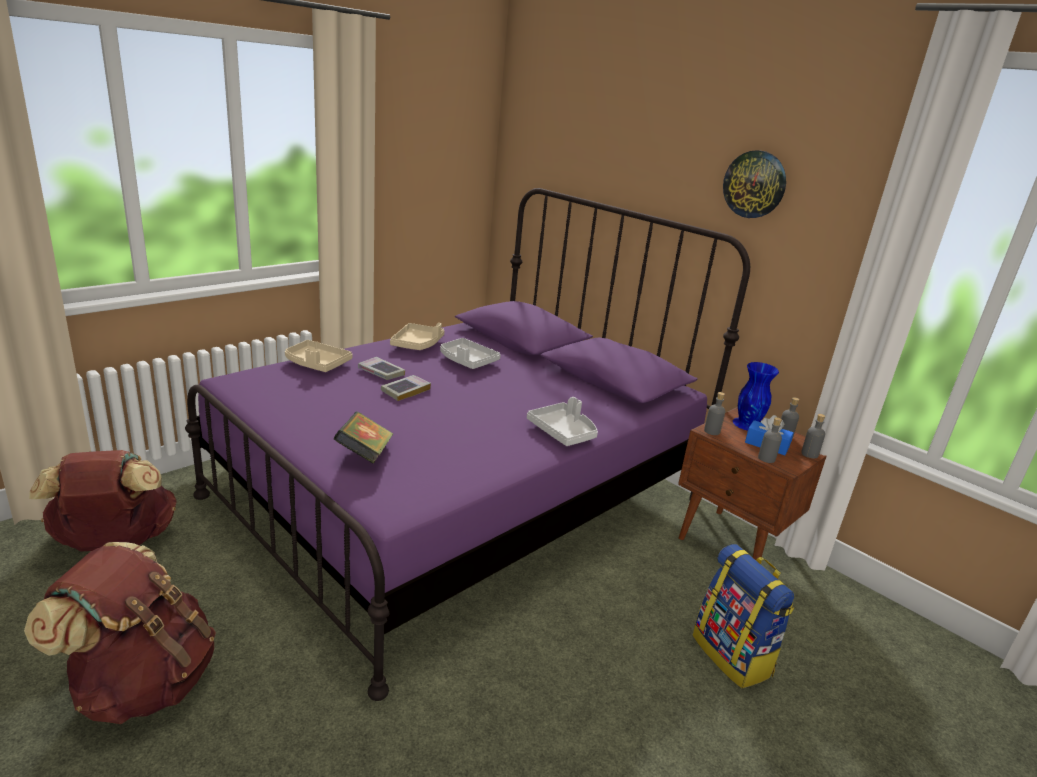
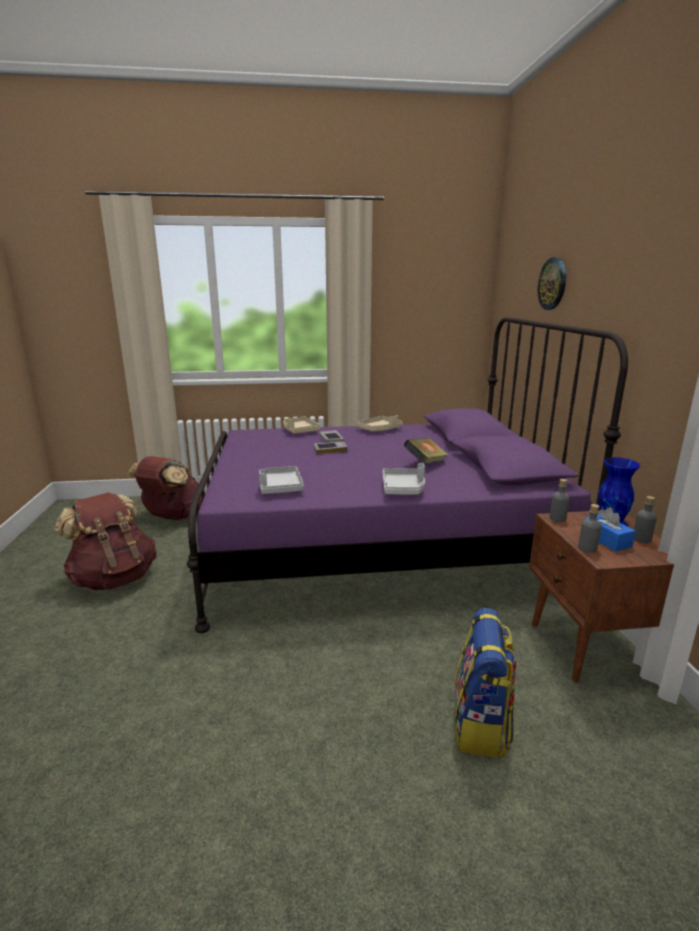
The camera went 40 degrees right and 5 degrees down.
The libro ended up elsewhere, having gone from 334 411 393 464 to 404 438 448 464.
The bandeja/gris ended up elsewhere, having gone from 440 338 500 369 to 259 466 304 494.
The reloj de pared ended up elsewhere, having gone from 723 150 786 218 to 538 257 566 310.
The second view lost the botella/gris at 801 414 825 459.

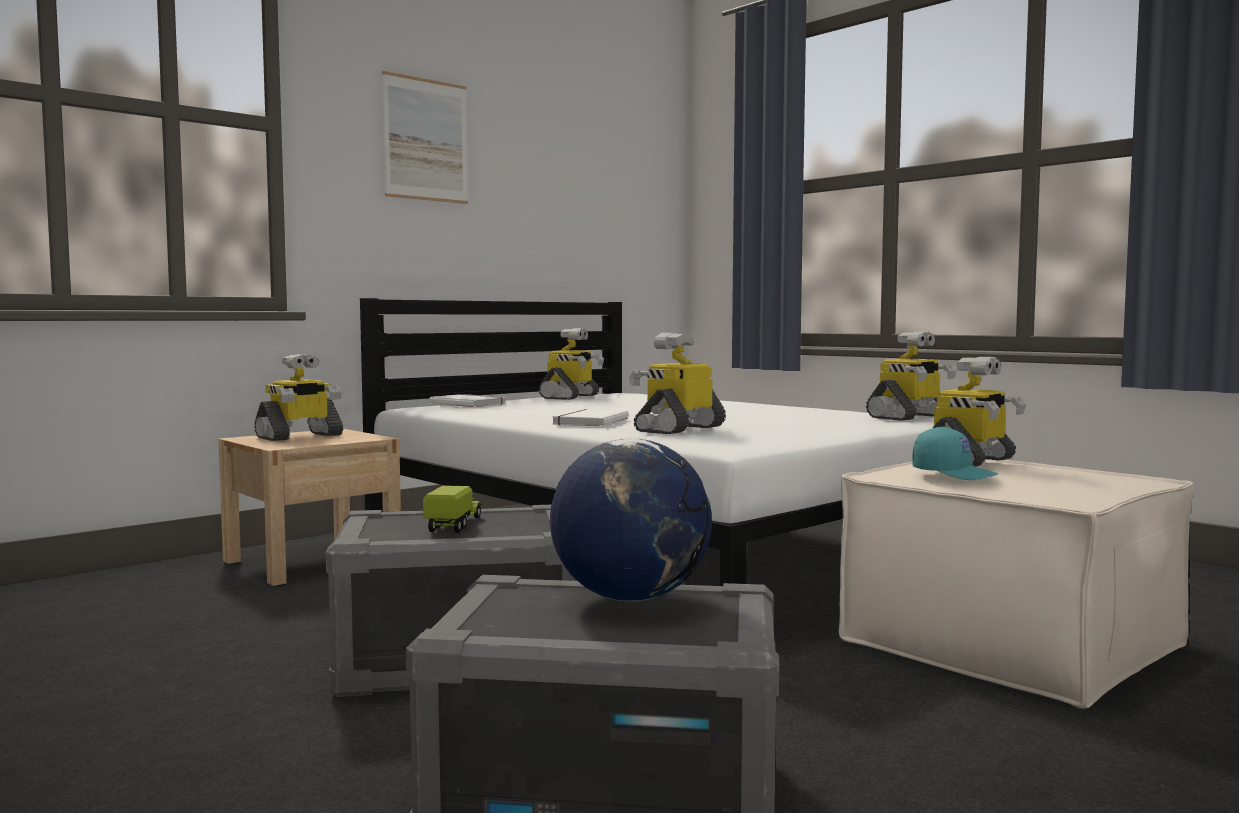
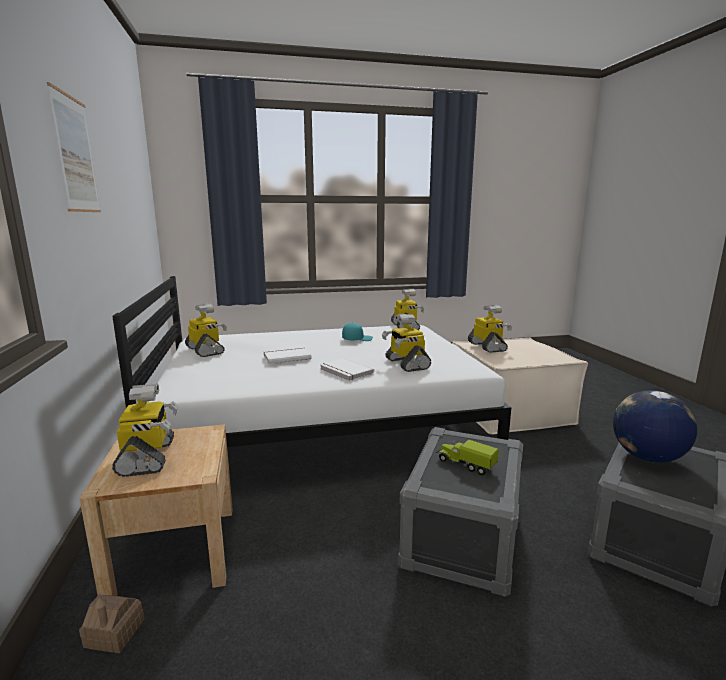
The camera went 60 degrees left and 10 degrees up.
The libro/blanco ended up elsewhere, having gone from 429 394 506 407 to 263 347 311 364.
The gorra/turquesa ended up elsewhere, having gone from 913 426 998 480 to 342 323 373 341.
The second view gained the casita at 79 595 145 653.

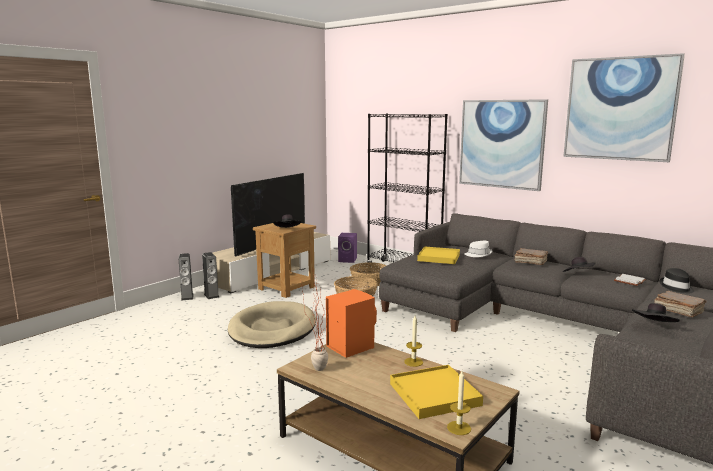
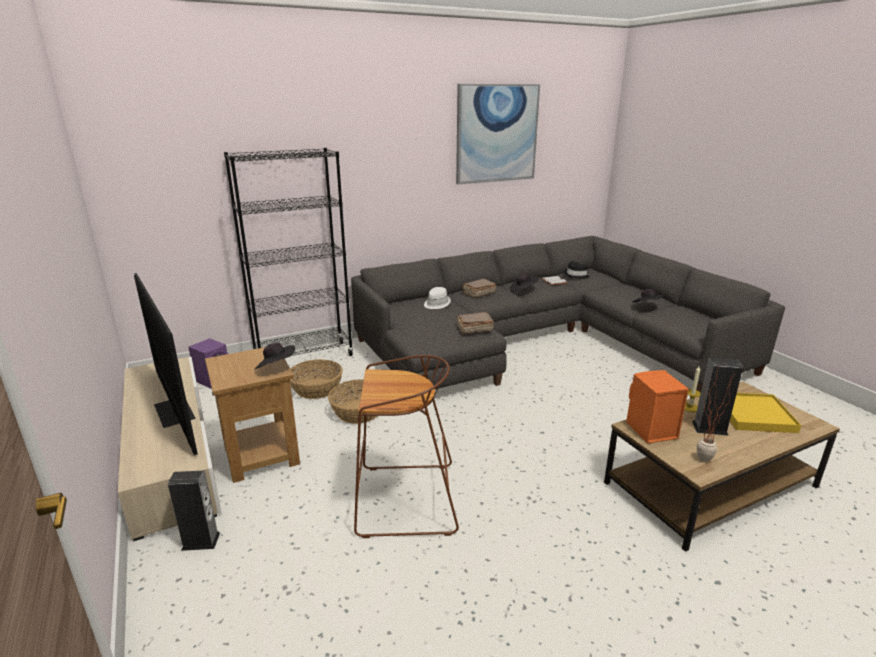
The camera went 65 degrees left and 10 degrees up.
The altavoz ended up elsewhere, having gone from 179 253 194 301 to 692 357 743 436.
Where the cama para perro/beis stood at 228 301 316 348, the taburete/marrón came to stand at 354 355 459 538.
The second view lost the bandeja/amarillo at 417 246 460 264.
The second view lost the vela at 447 371 471 435.
The second view lost the cuadro at 459 99 548 191.
The libro/marrón ended up elsewhere, having gone from 654 291 706 317 to 456 312 494 334.

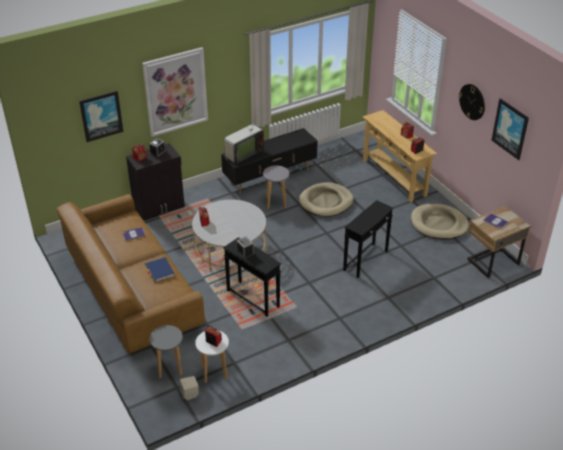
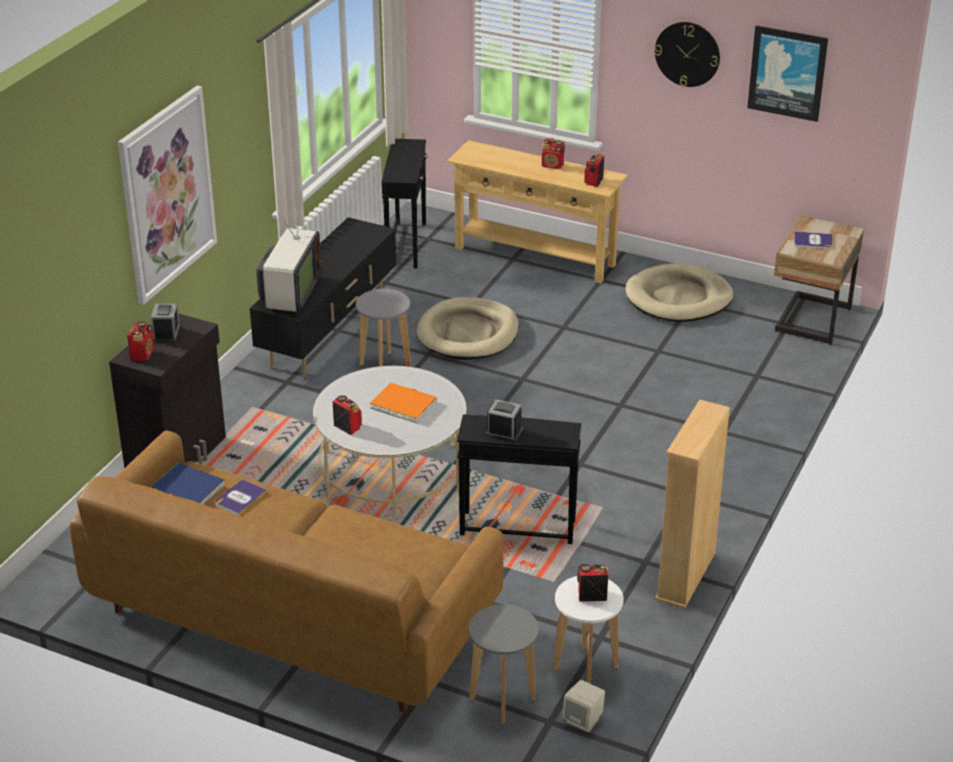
The camera went 35 degrees left and 5 degrees down.
The second view lost the cuadro at 79 91 123 142.
The libro/azul ended up elsewhere, having gone from 145 257 175 282 to 152 463 225 504.
The mesa auxiliar/negro ended up elsewhere, having gone from 343 200 394 278 to 381 139 428 268.
The second view gained the libro/naranja at 370 383 437 423.
The second view gained the estantería/beis at 655 400 730 609.

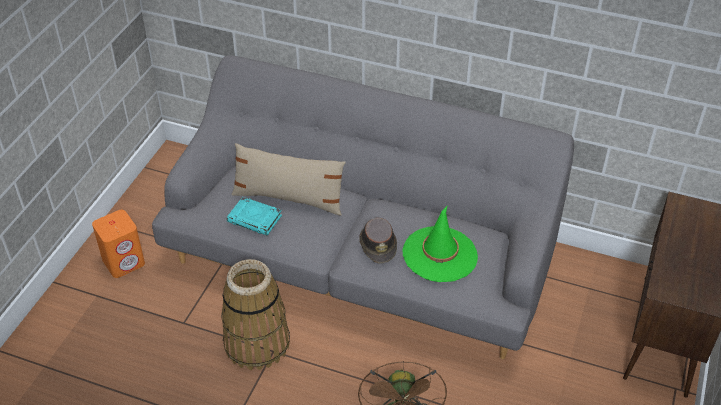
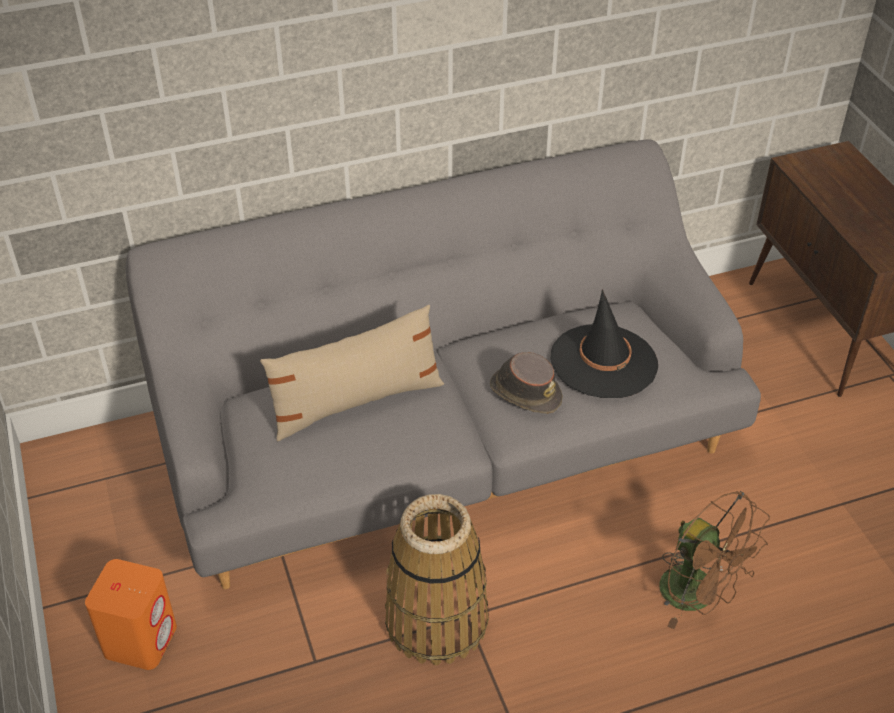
The camera went 40 degrees left and 0 degrees up.
The second view lost the libro/turquesa at 227 197 282 236.
What was the sombrero/verde at 403 205 478 282 turned into the sombrero/negro at 550 289 658 398.

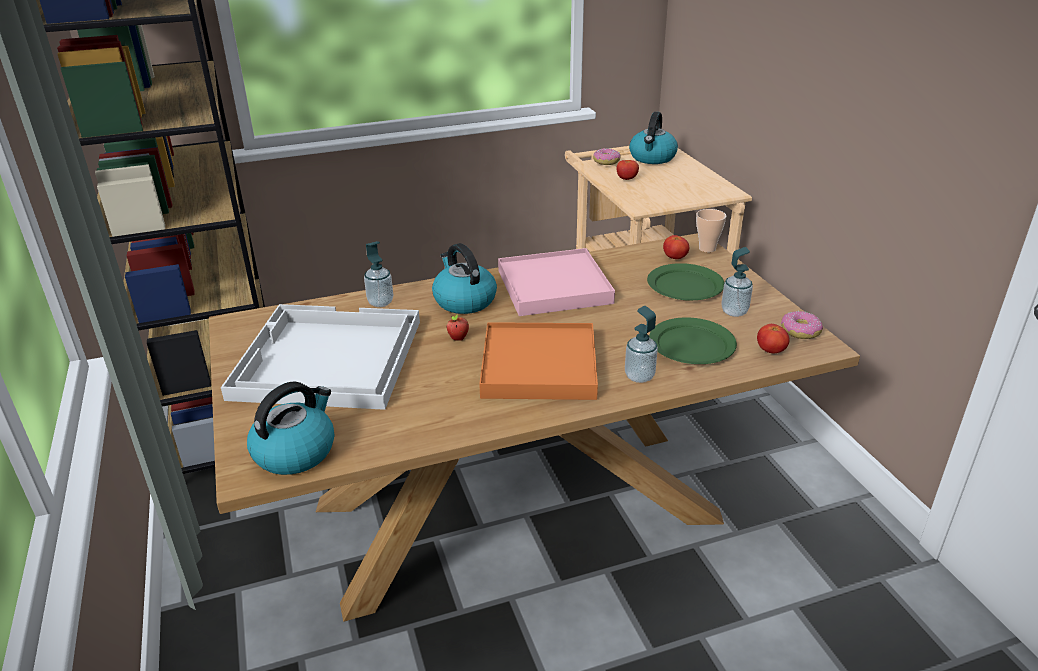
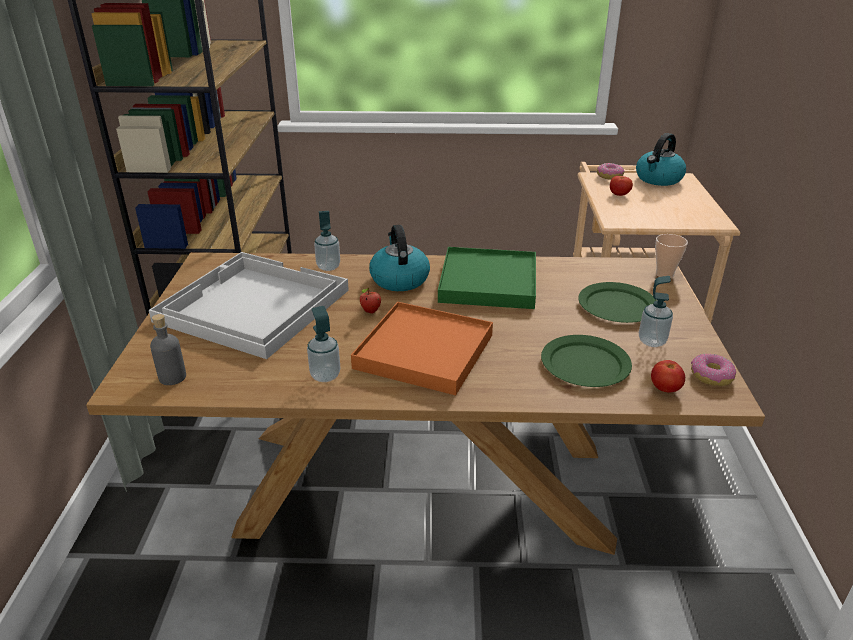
The camera went 20 degrees right and 0 degrees up.
Where the hervidor stood at 247 382 334 475, the botella/gris came to stand at 150 314 186 385.
What was the bandeja/rosa at 498 248 615 316 turned into the bandeja/verde at 438 247 536 309.
The dispensador de jabón ended up elsewhere, having gone from 625 306 658 383 to 307 306 340 382.
The second view lost the tomate at 663 235 689 259.

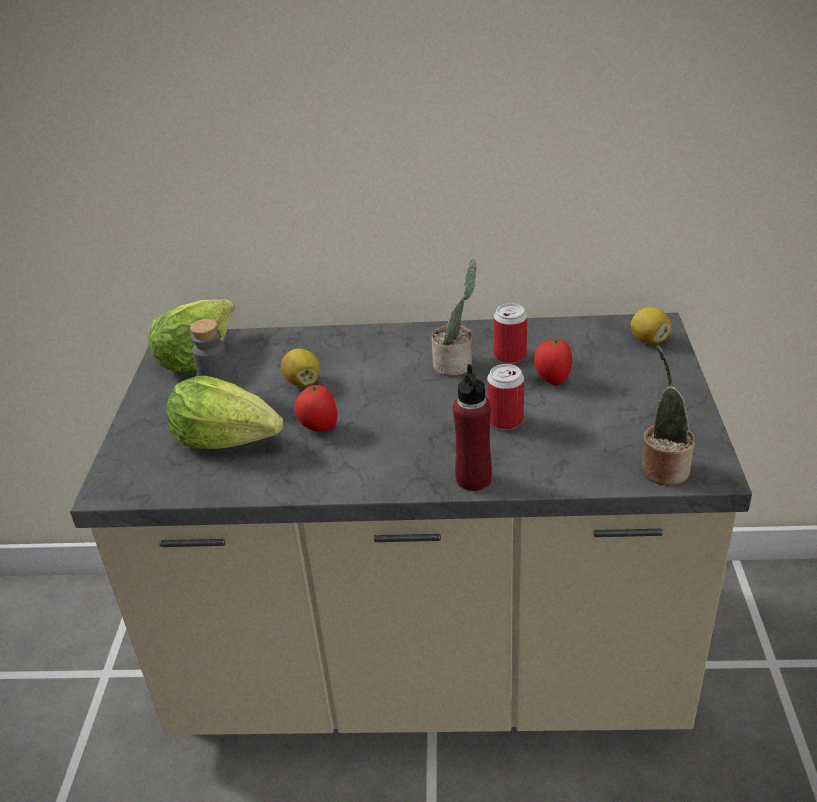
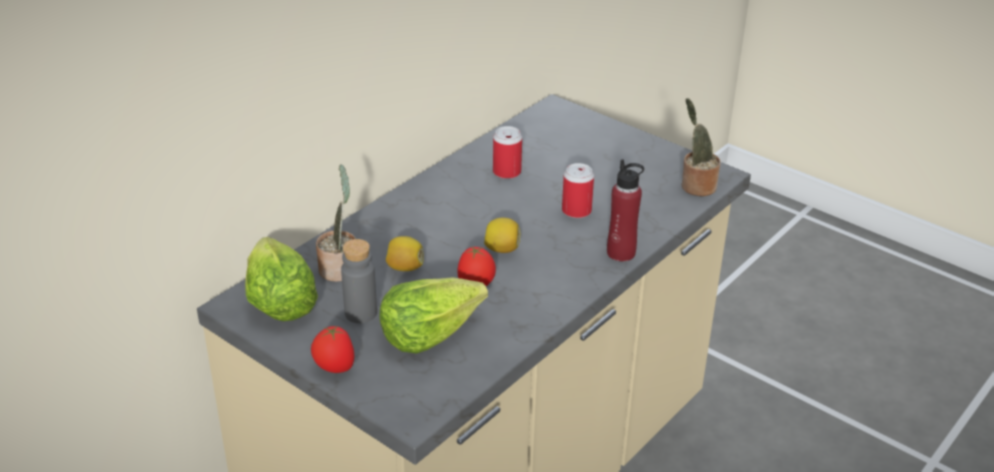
The camera went 55 degrees left and 0 degrees up.
The planta en maceta ended up elsewhere, having gone from 431 259 476 376 to 316 164 356 282.
The tomate ended up elsewhere, having gone from 534 337 572 386 to 311 326 355 373.
The limón ended up elsewhere, having gone from 631 307 672 344 to 484 218 520 253.

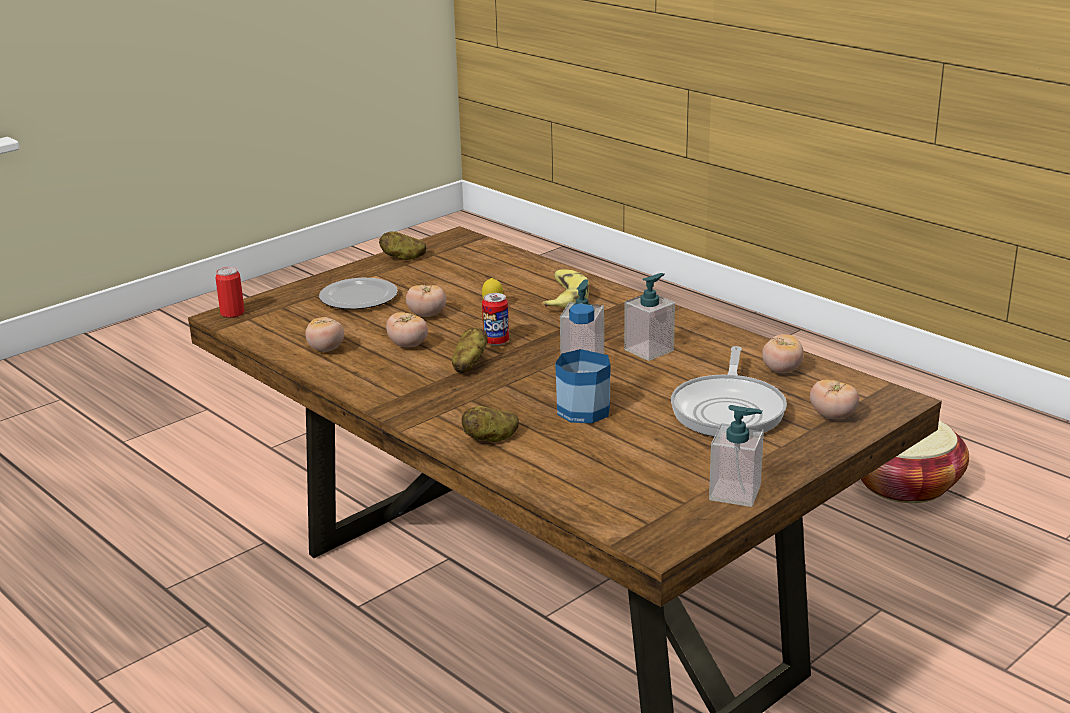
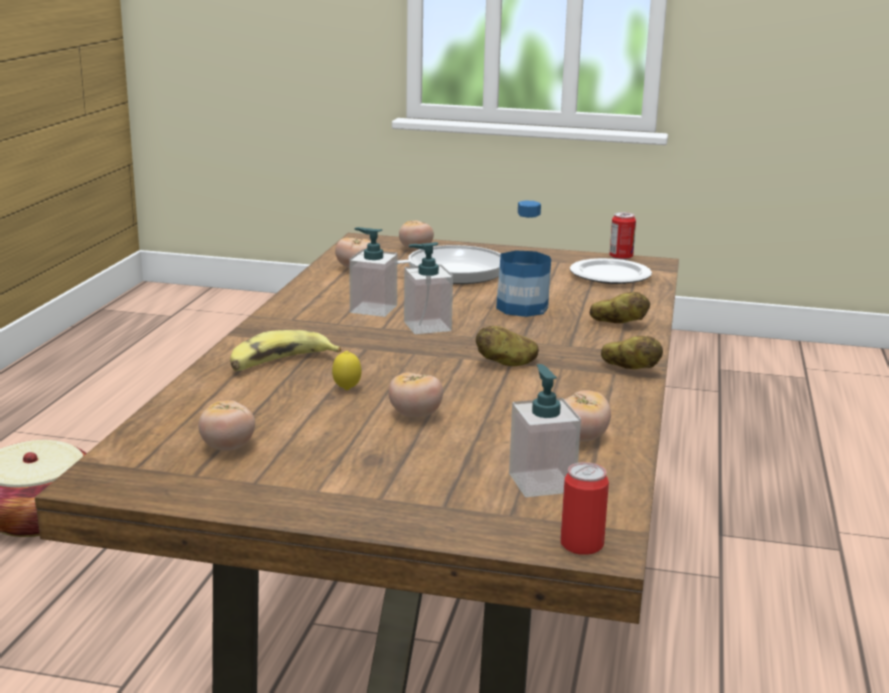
The camera went 125 degrees left and 5 degrees down.
The plato ended up elsewhere, having gone from 319 278 398 309 to 570 258 652 284.
The patata ended up elsewhere, having gone from 379 231 426 260 to 601 336 663 369.
The tomate ended up elsewhere, having gone from 386 312 428 347 to 198 400 255 451.
The lata ended up elsewhere, having gone from 482 293 509 345 to 609 212 636 260.
The dispensador de jabón ended up elsewhere, having gone from 709 405 764 507 to 509 364 581 497.

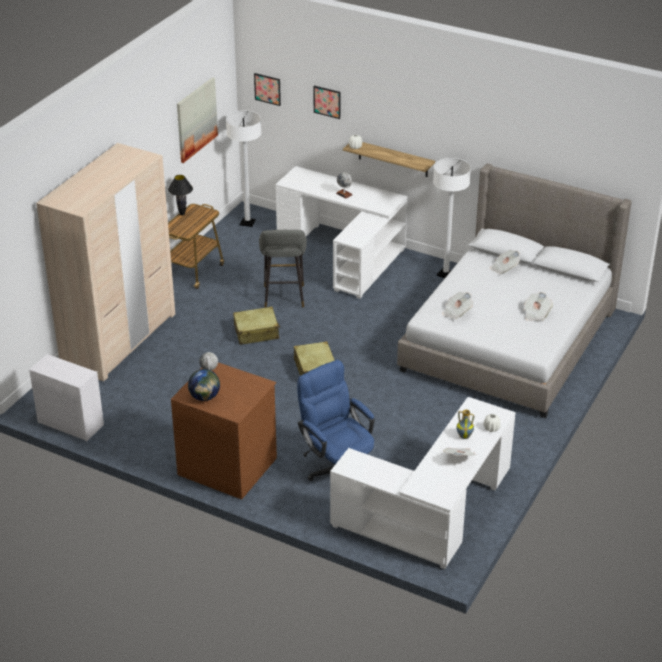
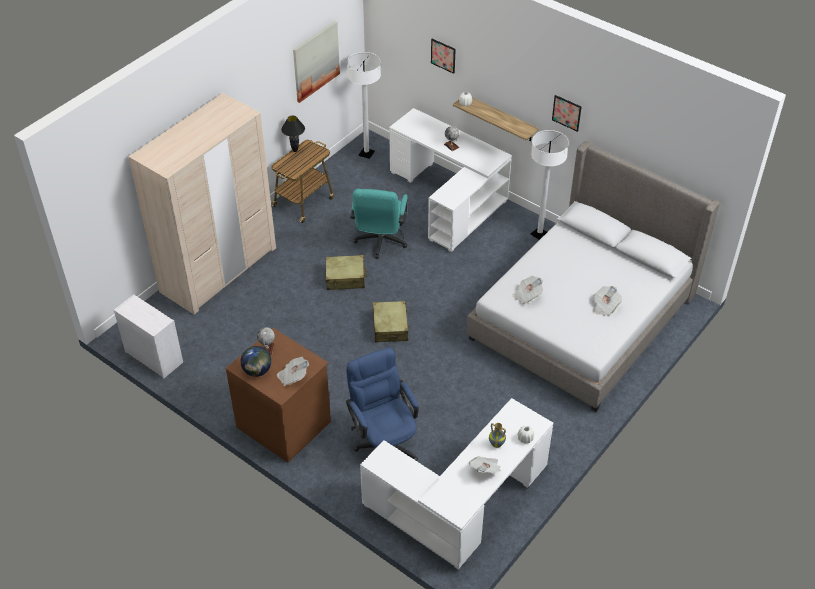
The camera went 10 degrees right and 10 degrees up.
The cuadro ended up elsewhere, having gone from 254 73 281 106 to 552 95 582 132.
Where the taburete/gris stood at 259 230 307 308, the silla de oficina/turquesa came to stand at 350 189 408 259.
The periódico ended up elsewhere, having gone from 490 250 520 274 to 277 357 309 386.

